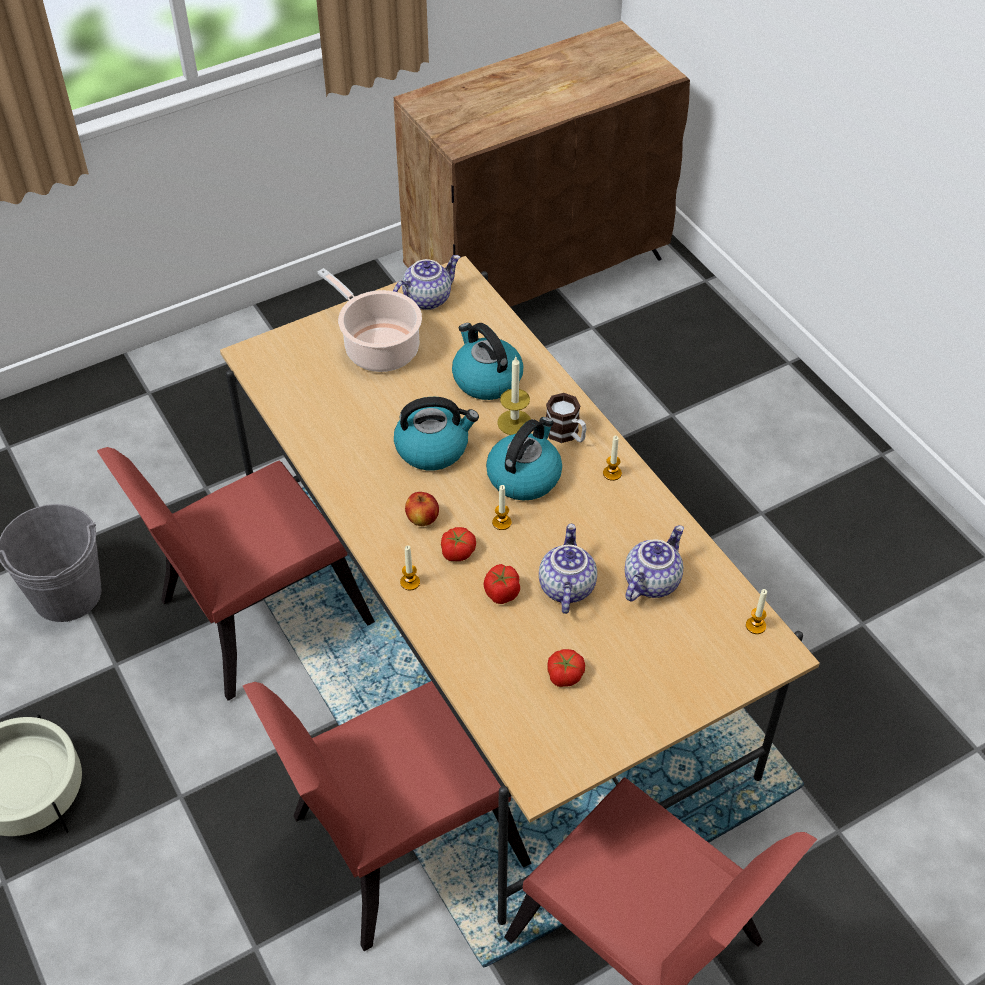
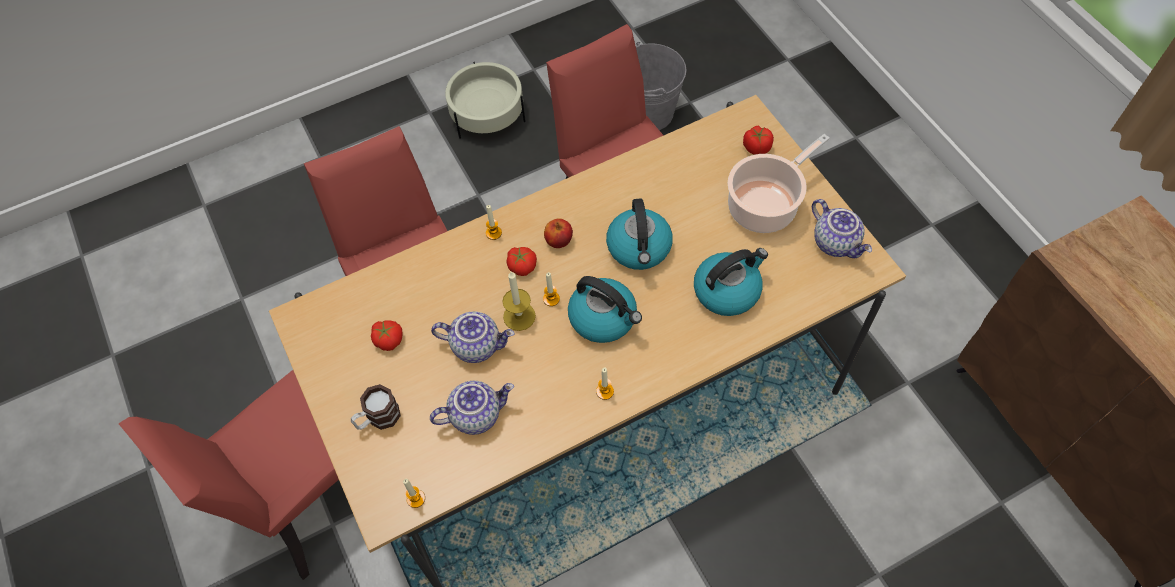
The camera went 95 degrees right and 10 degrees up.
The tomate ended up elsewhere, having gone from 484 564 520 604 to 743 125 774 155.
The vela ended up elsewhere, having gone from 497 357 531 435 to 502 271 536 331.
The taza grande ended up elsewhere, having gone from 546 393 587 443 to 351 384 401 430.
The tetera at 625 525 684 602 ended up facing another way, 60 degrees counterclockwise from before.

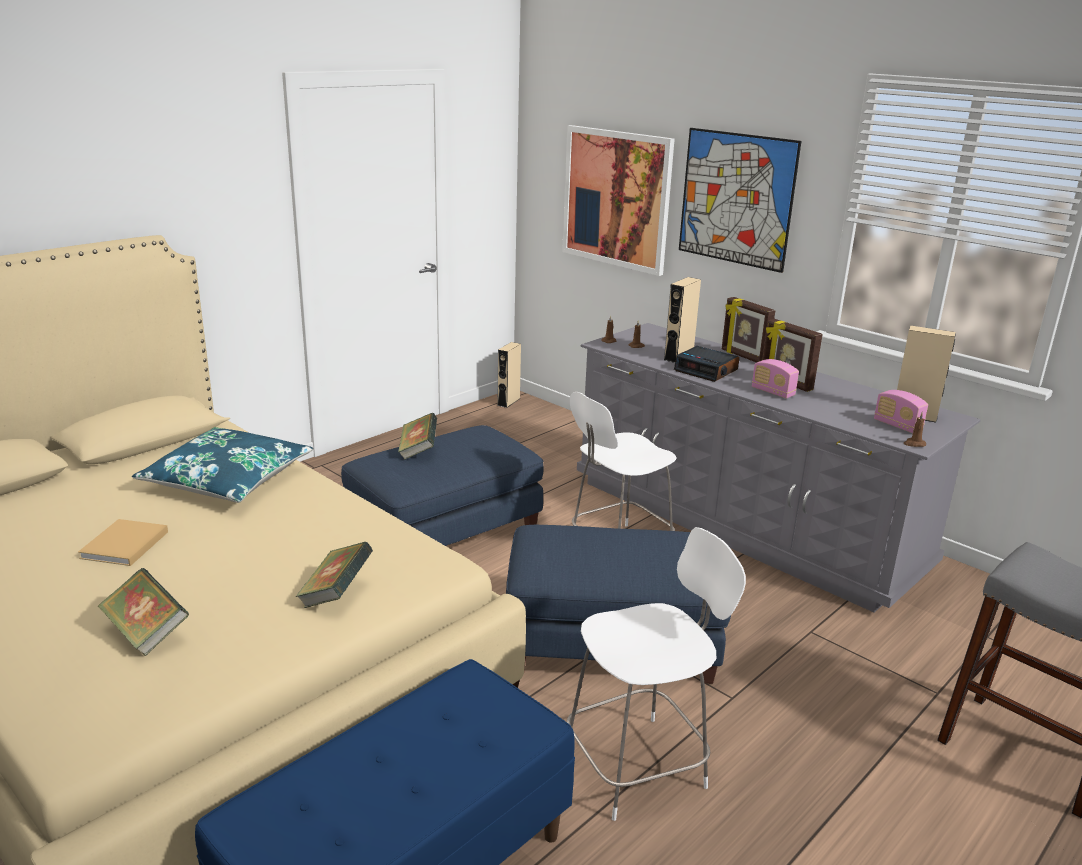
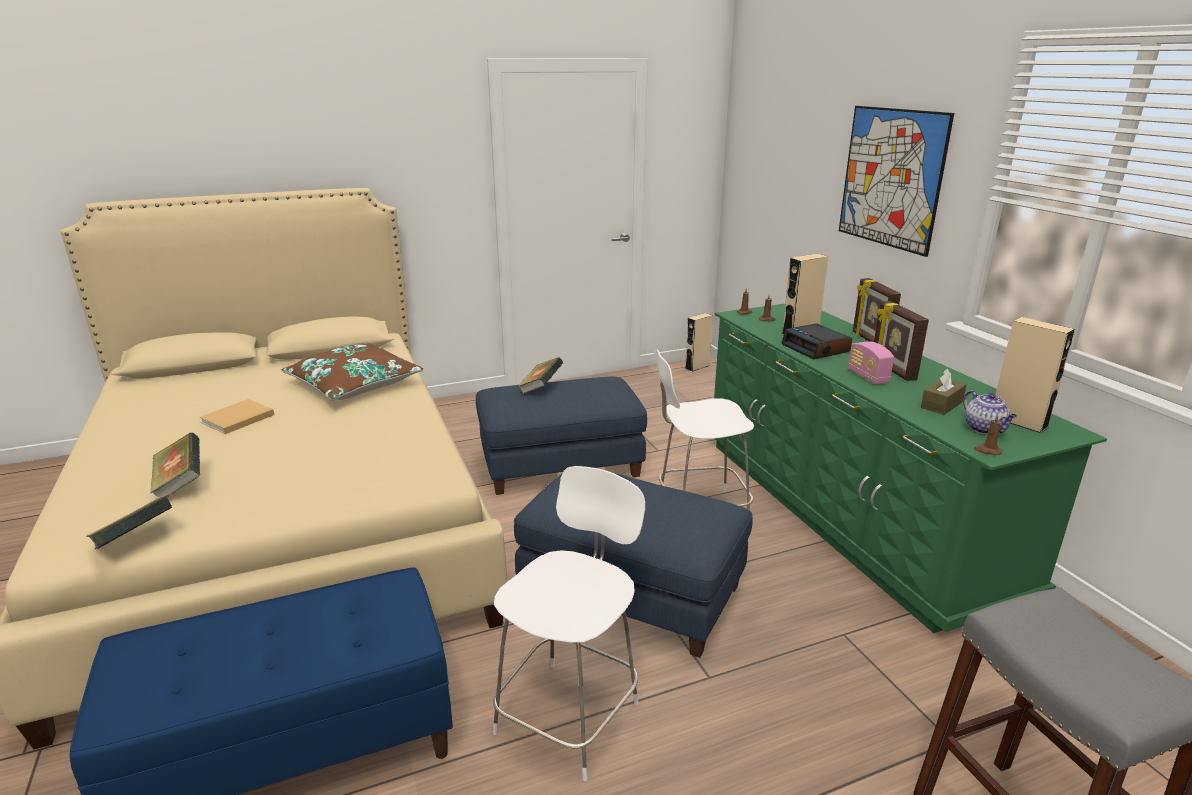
The camera went 25 degrees right and 0 degrees up.
What was the cojín/azul at 132 427 313 503 turned into the cojín/marrón at 281 343 423 401.
The libro ended up elsewhere, having gone from 295 542 373 608 to 86 496 172 549.
The second view lost the cuadro at 562 125 675 276.
The silla/blanco at 567 527 746 821 ended up facing another way, 60 degrees counterclockwise from before.
What was the cómoda/gris at 577 323 981 612 turned into the cómoda/verde at 714 304 1107 633.
Where the radio stood at 874 390 928 433, the tetera came to stand at 963 390 1017 434.
The second view gained the caja de pañuelos/marrón at 921 369 966 415.

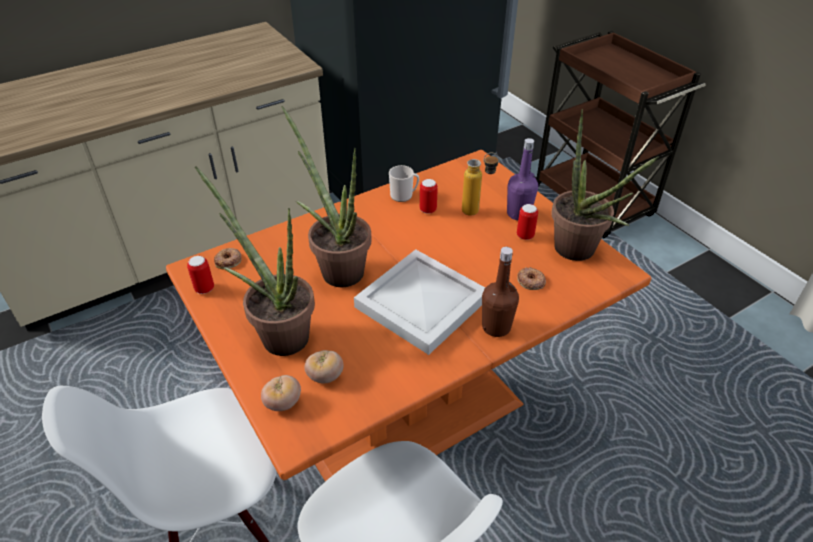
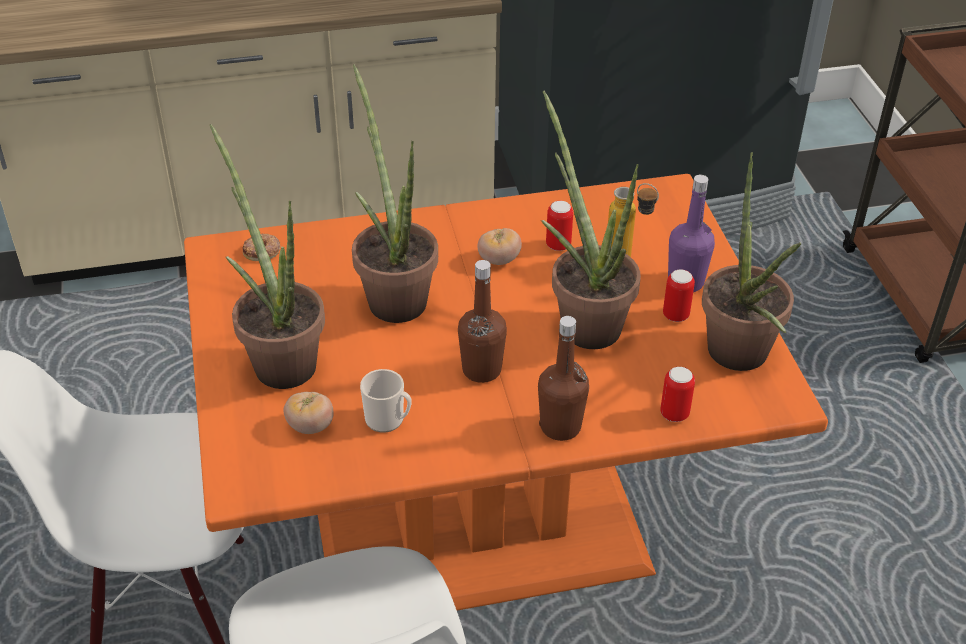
The camera went 20 degrees right and 0 degrees up.
The lata ended up elsewhere, having gone from 187 256 214 294 to 660 367 695 422.
The tomate ended up elsewhere, having gone from 261 375 301 411 to 477 228 522 265.
Where the bandeja/blanco stood at 354 249 485 355, the botella/marrón came to stand at 458 260 507 383.
The taza grande ended up elsewhere, having gone from 389 165 419 202 to 360 369 412 433.
The second view lost the rosquilla at 517 267 546 290.
The second view gained the planta en maceta at 541 90 641 349.

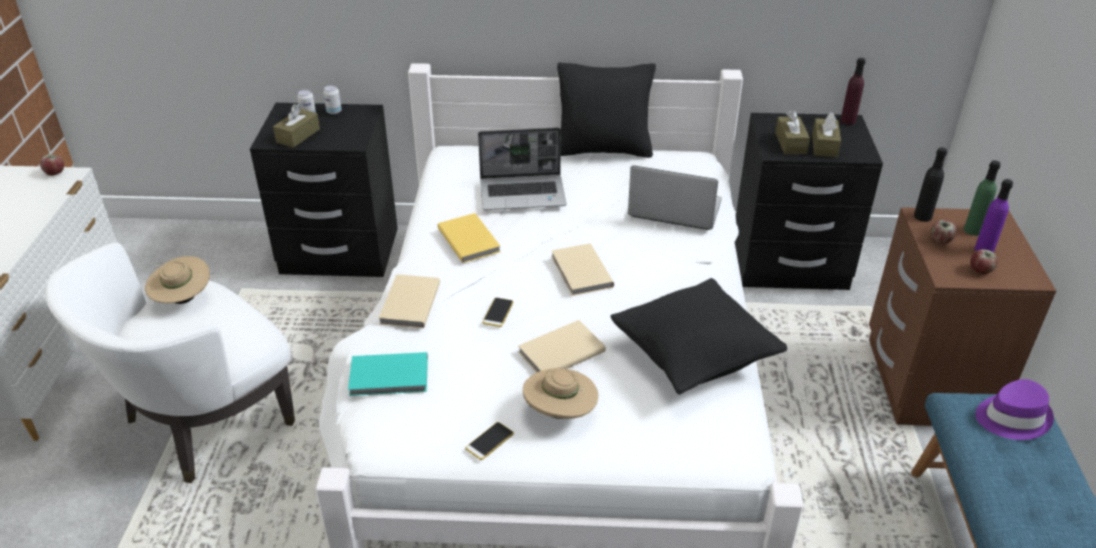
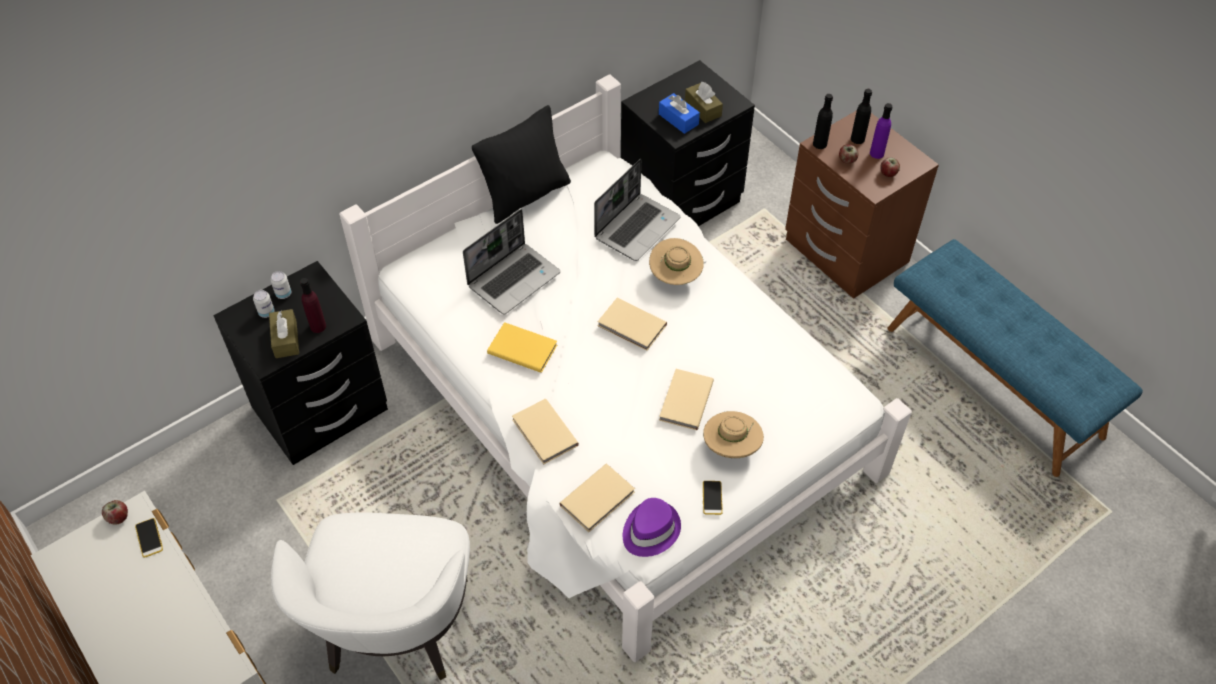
The camera went 40 degrees left and 15 degrees up.
The sombrero/beis ended up elsewhere, having gone from 145 256 210 304 to 649 238 704 285.
What was the libro/turquesa at 348 352 428 396 turned into the libro/beis at 559 464 635 532.
The móvil ended up elsewhere, having gone from 483 298 514 327 to 135 518 163 558.
The second view lost the cojín/negro at 611 278 787 395.
The portátil at 628 165 722 230 ended up facing another way, 150 degrees clockwise from before.
What was the caja de pañuelos/marrón at 775 110 810 154 turned into the caja de pañuelos/azul at 659 93 700 134.
The botella/morado ended up elsewhere, having gone from 840 58 866 125 to 300 278 326 333.
What was the botella/verde at 964 160 1001 236 turned into the botella/negro at 851 89 872 144.
The sombrero/morado ended up elsewhere, having gone from 975 379 1054 440 to 623 498 681 557.

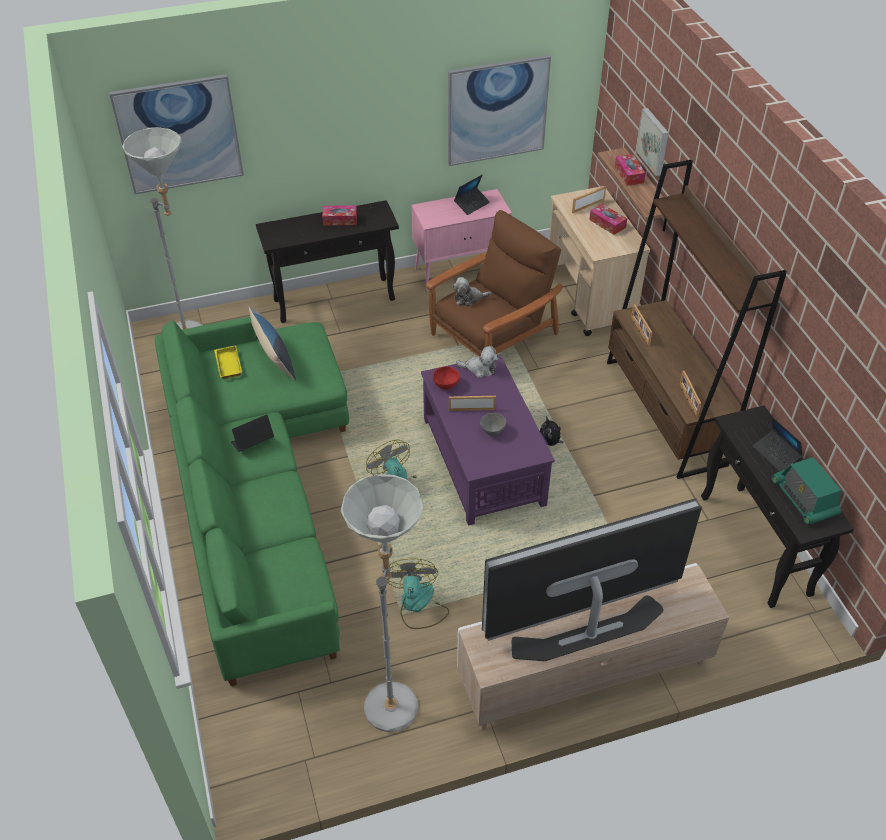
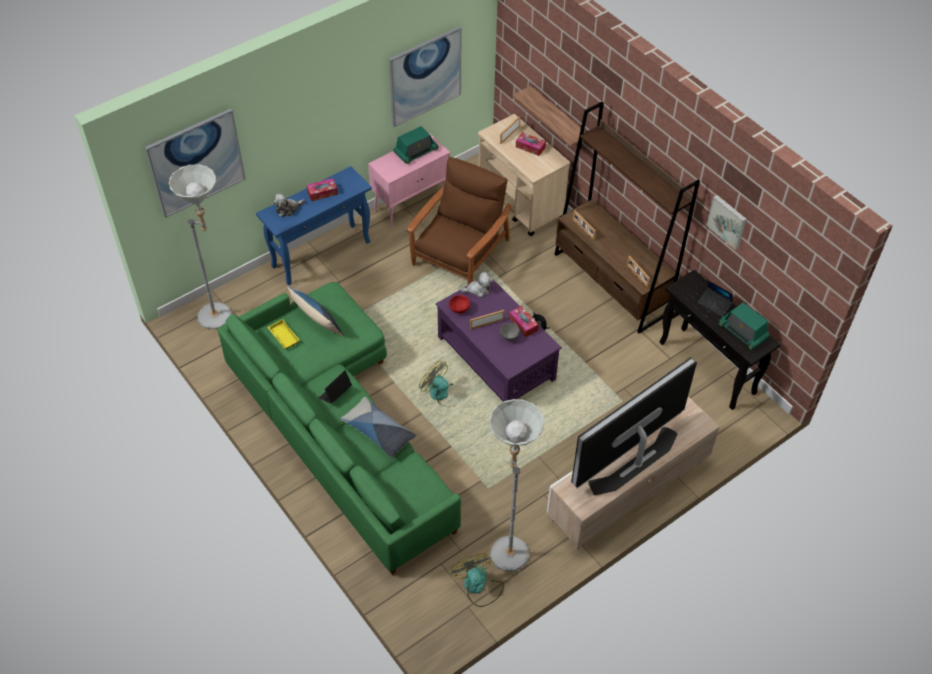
The camera went 20 degrees left and 5 degrees up.
What was the mesa consola/negro at 256 200 399 323 turned into the mesa consola/azul at 256 166 372 285.
The ventilador ended up elsewhere, having gone from 388 558 449 629 to 451 554 504 607.
The peluche ended up elsewhere, having gone from 453 277 491 306 to 273 194 305 217.
Where the portátil stood at 454 175 490 215, the radio came to stand at 393 126 439 164.
The caja de pañuelos ended up elsewhere, having gone from 615 154 645 186 to 509 306 539 337.
The cuadro ended up elsewhere, having gone from 636 108 669 176 to 706 195 747 250.
The second view gained the cojín at 340 397 416 458.

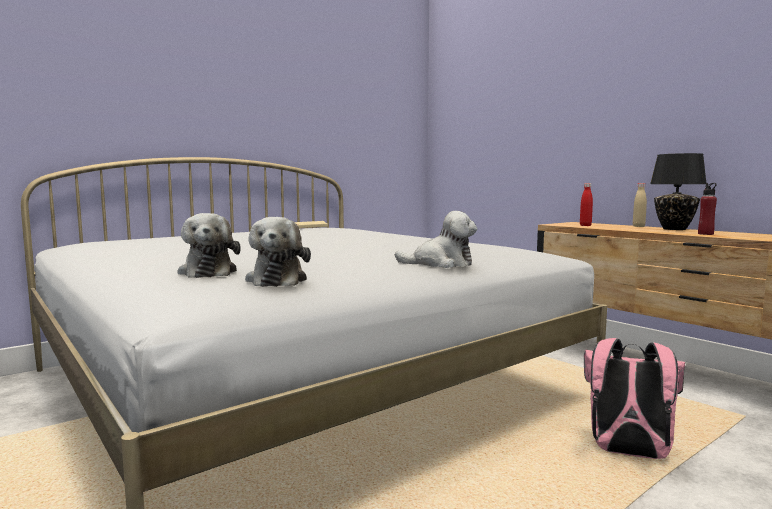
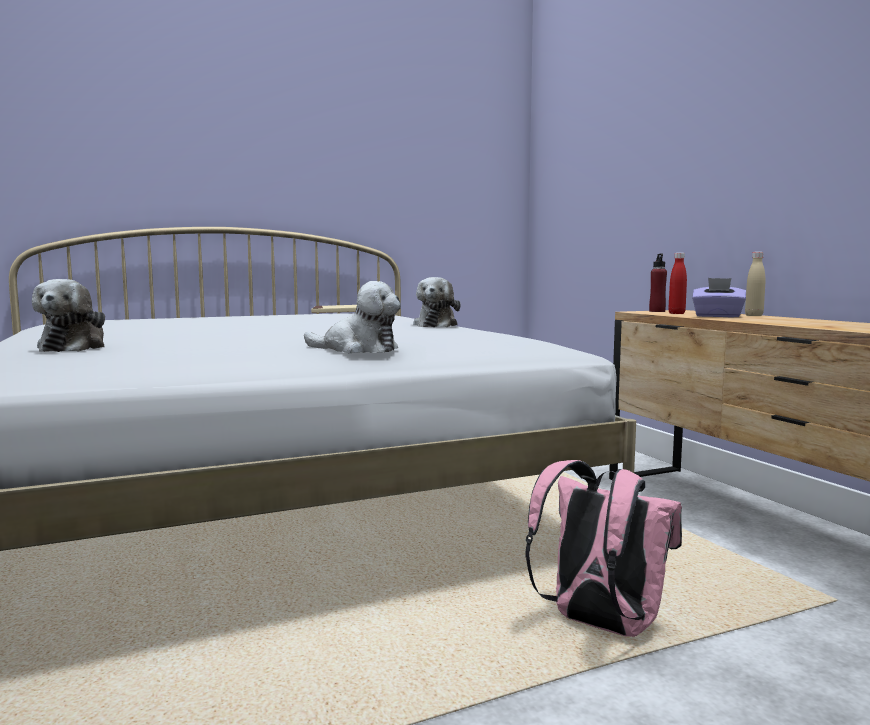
The camera went 15 degrees right and 0 degrees up.
The peluche ended up elsewhere, having gone from 245 217 311 287 to 413 277 461 327.
The second view lost the lámpara de mesa/negro at 650 153 706 230.
The botella/rojo ended up elsewhere, having gone from 698 183 717 235 to 649 254 667 312.
The second view gained the caja de pañuelos/morado at 692 278 746 318.

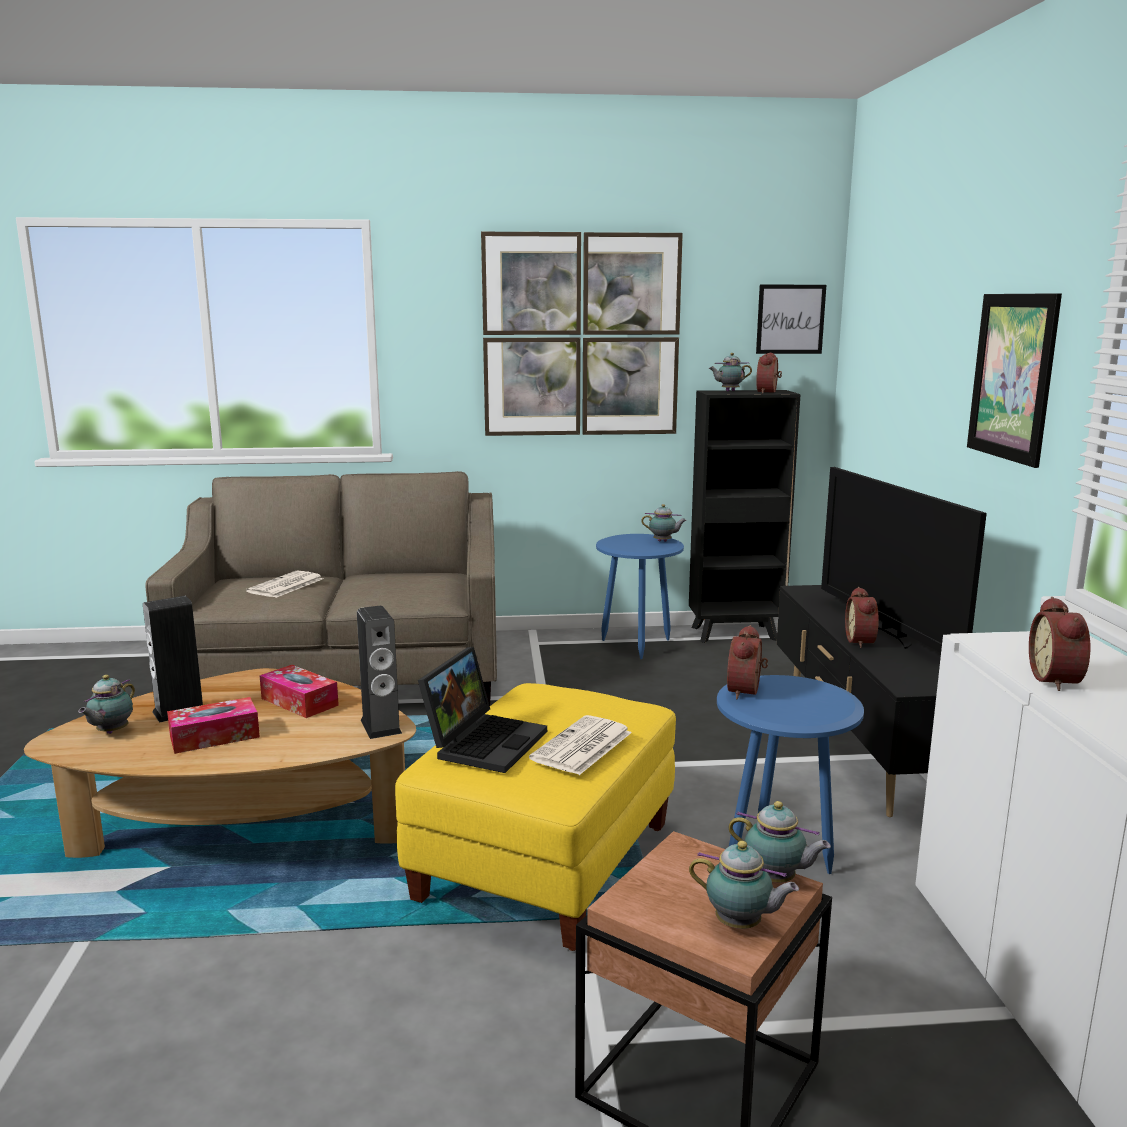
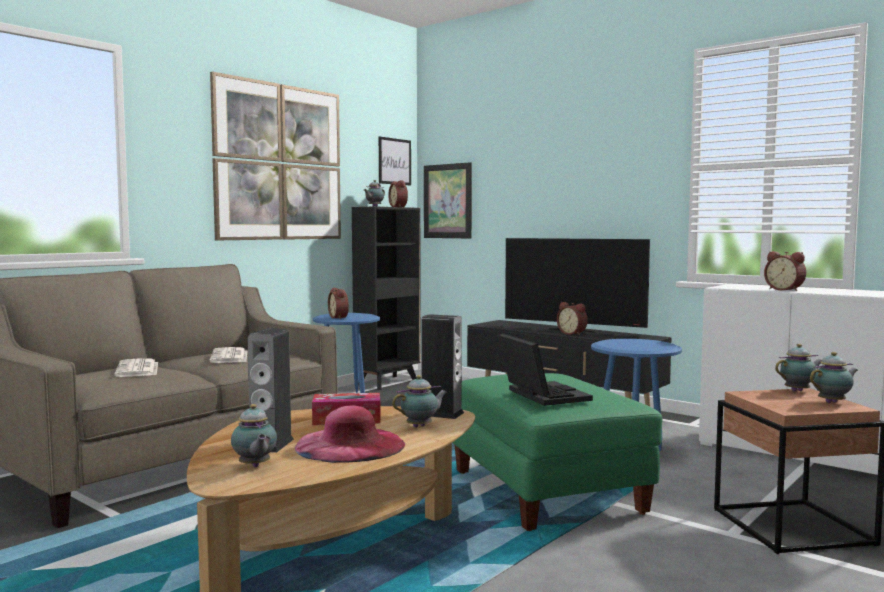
The camera went 45 degrees left and 10 degrees down.
Where the caja de pañuelos stood at 167 697 260 754, the sombrero/rosa came to stand at 295 406 405 463.
What was the puf/amarillo at 395 683 676 951 turned into the puf/verde at 453 373 662 531.
The periódico ended up elsewhere, having gone from 529 715 632 775 to 209 347 247 363.
The tetera ended up elsewhere, having gone from 641 504 687 542 to 392 375 447 428.
The despertador ended up elsewhere, having gone from 727 625 768 699 to 328 288 349 319.
The cuadro ended up elsewhere, having gone from 967 293 1062 468 to 424 162 472 238.

